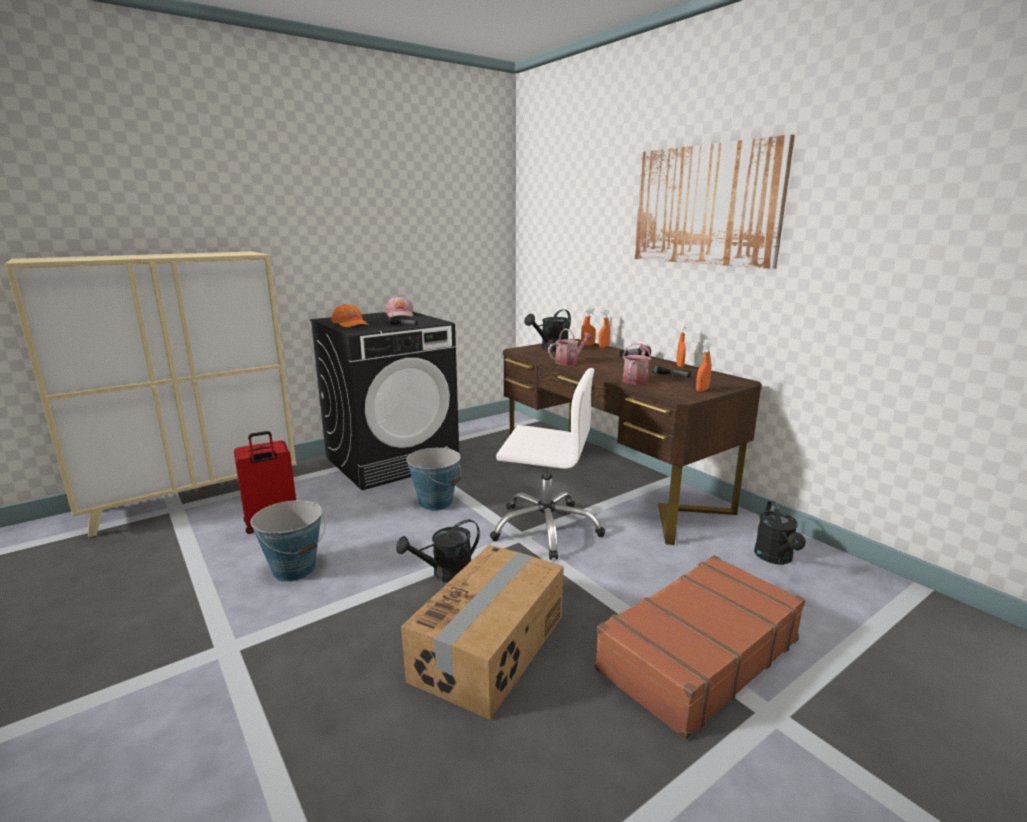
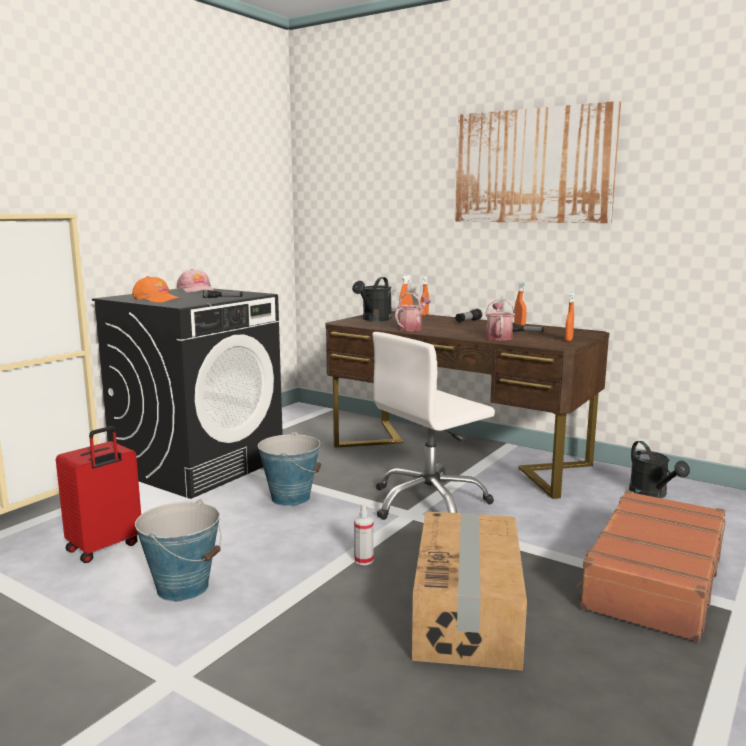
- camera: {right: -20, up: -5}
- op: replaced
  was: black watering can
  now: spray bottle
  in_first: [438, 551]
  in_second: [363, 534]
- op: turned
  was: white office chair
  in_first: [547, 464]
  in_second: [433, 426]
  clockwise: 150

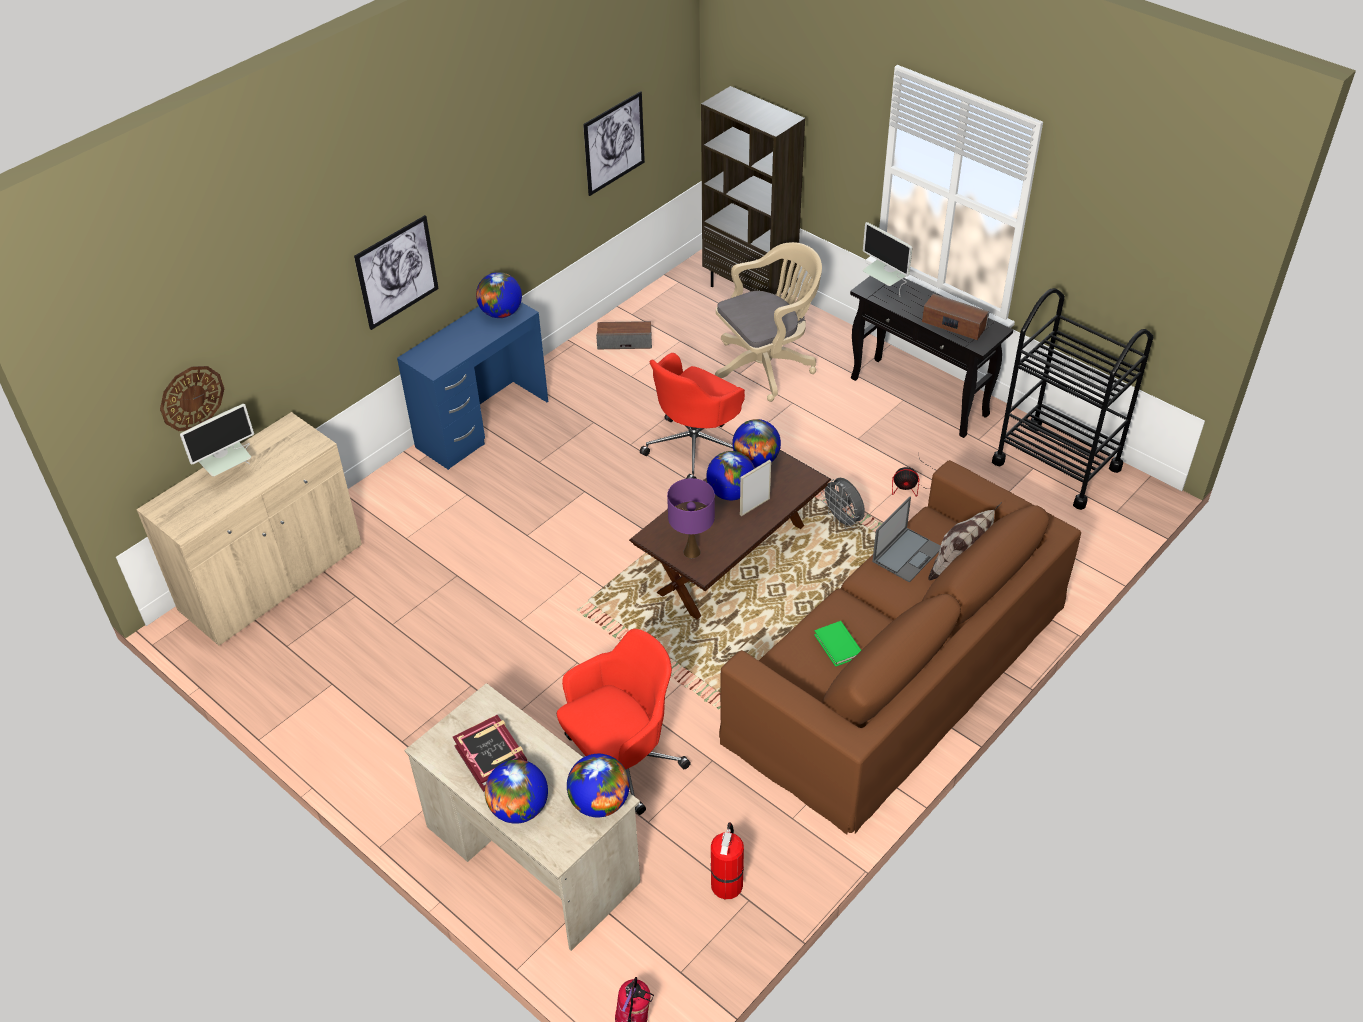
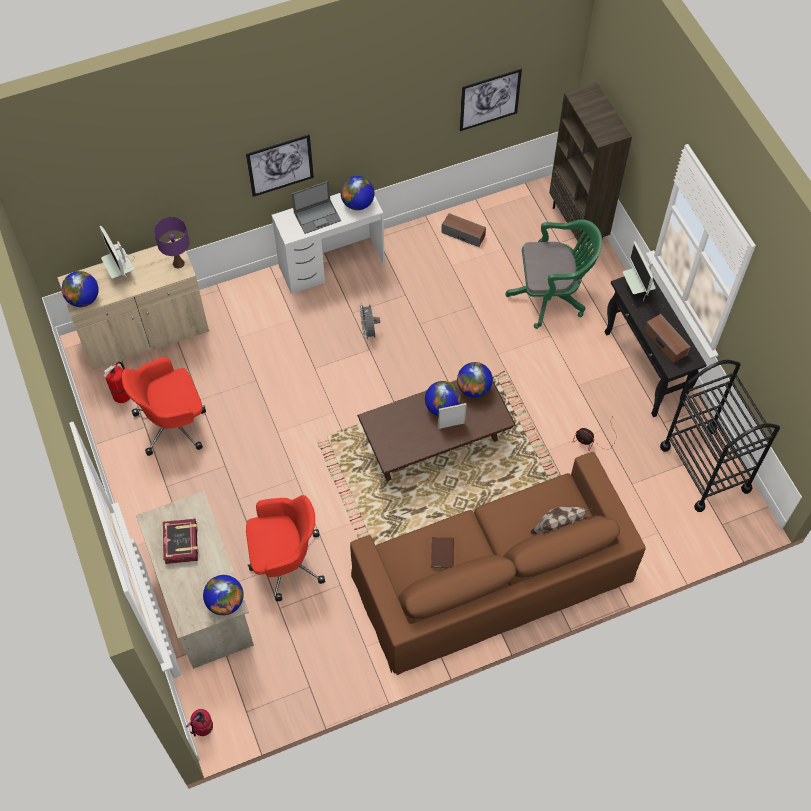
- camera: {right: 25, up: 15}
- op: removed
  was: wall clock
  in_first: [192, 398]
- op: turned
  was: monitor
  in_first: [217, 440]
  in_second: [117, 255]
  clockwise: 75
- op: recoloured
  was: blue desk
  now: white desk
  in_first: [472, 386]
  in_second: [328, 243]
- op: moved
  was: globe
  in_first: [516, 791]
  in_second: [80, 289]
- op: moved
  was: red office chair
  in_first: [692, 416]
  in_second: [164, 406]
- op: moved
  was: purple table lamp
  in_first: [691, 518]
  in_second: [171, 242]
- op: moved
  was: fire extinguisher
  in_first: [727, 860]
  in_second: [116, 382]
- op: recoloured
  was: beige office chair
  now: green office chair
  in_first: [768, 322]
  in_second: [553, 274]
- op: recoloured
  was: green book
  now: brown book
  in_first: [837, 644]
  in_second: [442, 553]
- op: moved
  was: grey fan
  in_first: [843, 503]
  in_second: [370, 322]
- op: moved
  was: laptop
  in_first: [906, 540]
  in_second: [316, 207]

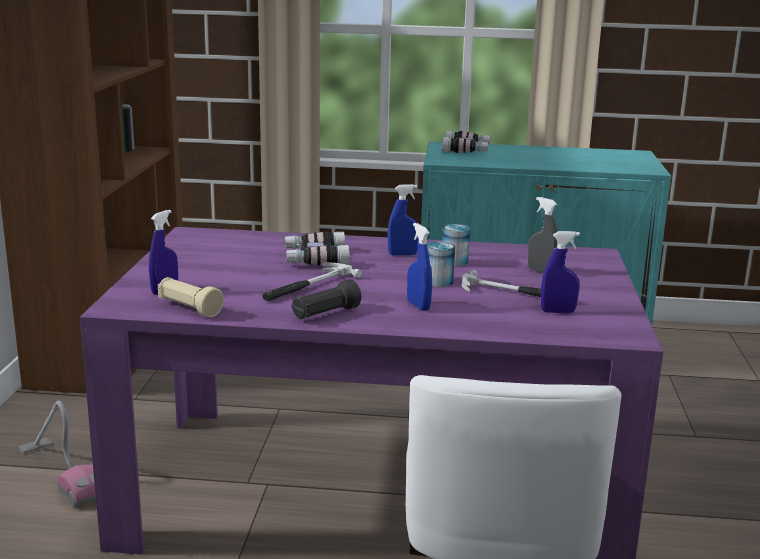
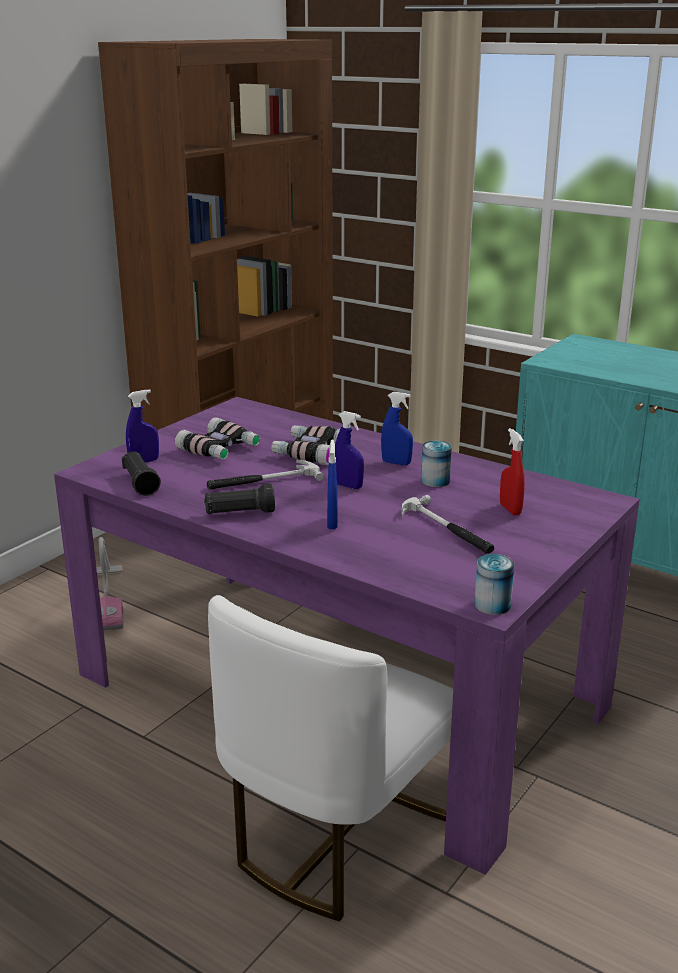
- camera: {right: 30, up: 5}
- op: recoloured
  was: beige flashlight
  now: black flashlight
  in_first: [191, 297]
  in_second: [141, 473]
- op: moved
  was: can
  in_first: [441, 264]
  in_second: [494, 584]
- op: moved
  was: binoculars
  in_first: [466, 142]
  in_second: [217, 438]
- op: recoloured
  was: grey spray bottle
  now: red spray bottle
  in_first: [543, 235]
  in_second: [512, 471]
- op: moved
  was: blue spray bottle
  in_first: [560, 272]
  in_second: [349, 450]

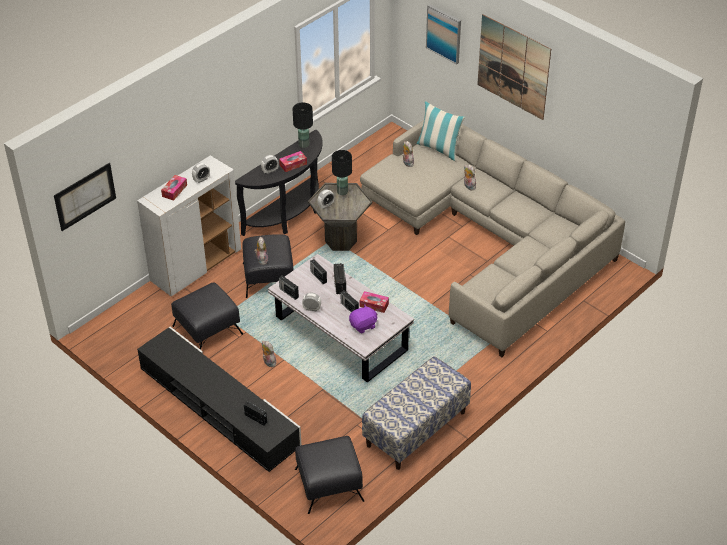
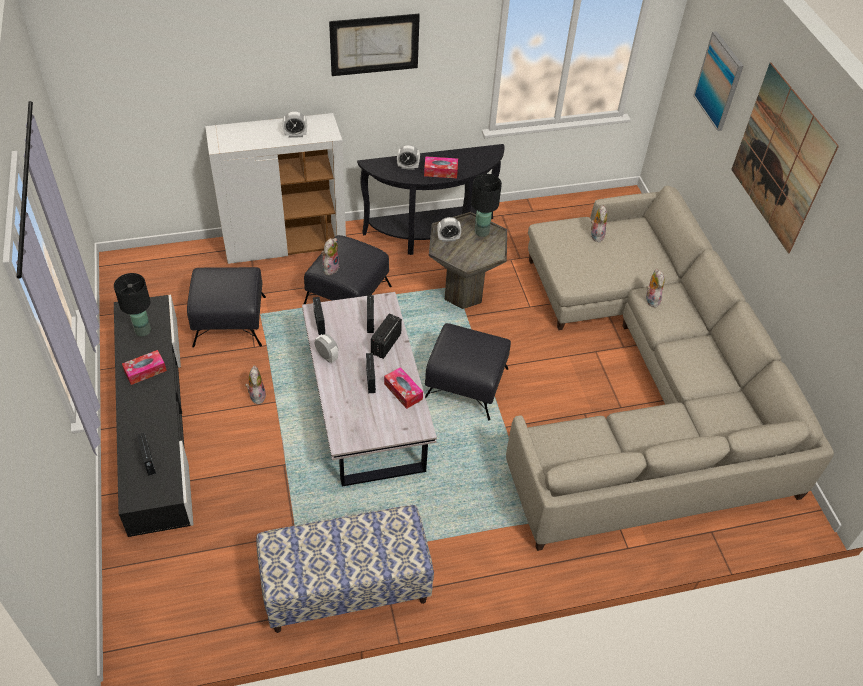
- camera: {right: 30, up: 5}
- op: moved
  was: picture
  in_first: [85, 197]
  in_second: [374, 45]
- op: moved
  was: tissue box
  in_first: [174, 188]
  in_second: [144, 367]
- op: moved
  was: black table lamp
  in_first: [303, 125]
  in_second: [132, 304]
- op: moved
  was: black ottoman
  in_first: [329, 475]
  in_second: [468, 371]
- op: removed
  was: purple plush toy
  in_first: [363, 318]
- op: removed
  was: pillow
  in_first: [441, 131]

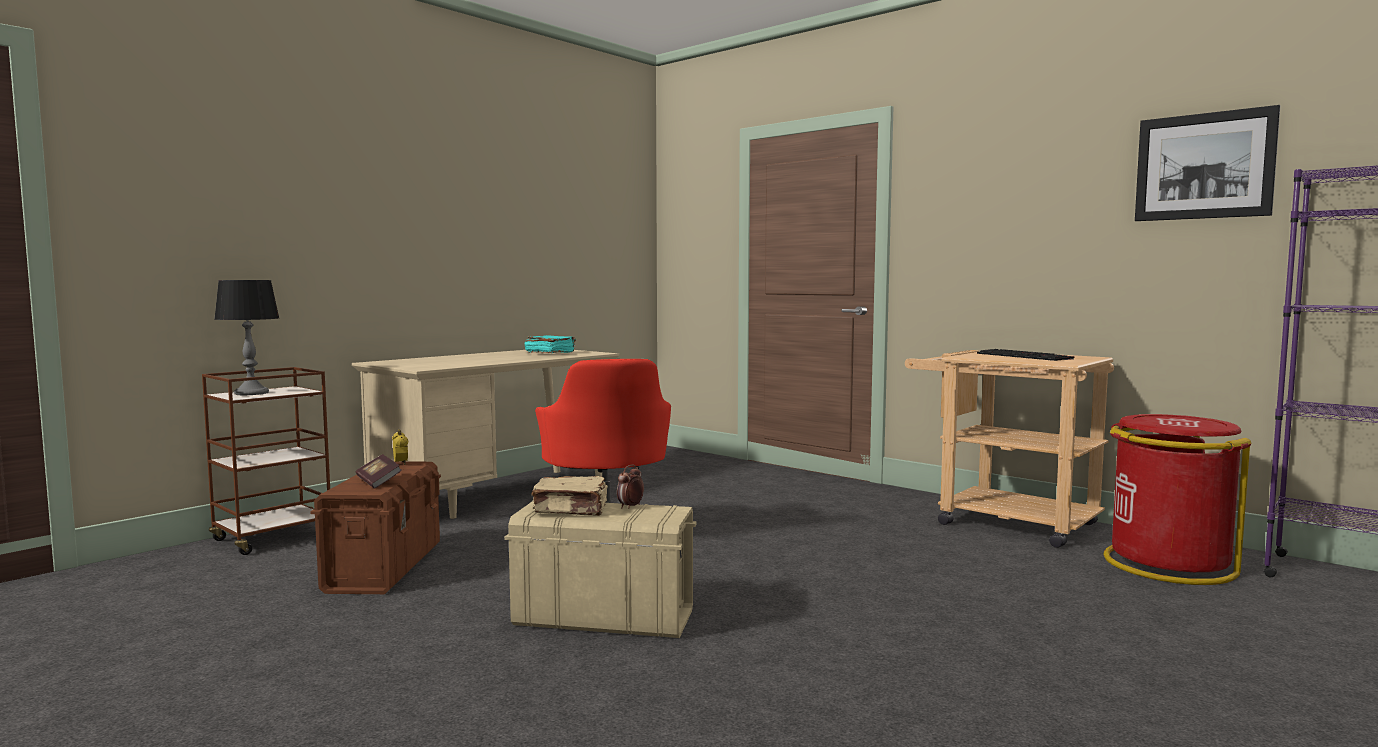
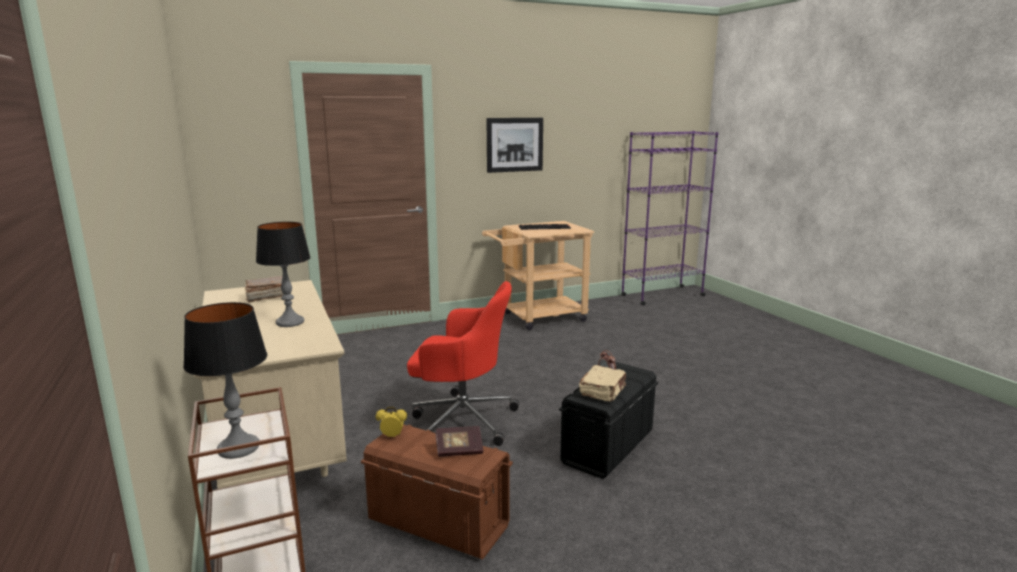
- camera: {right: -65, up: 10}
- op: recoloured
  was: beige storage box
  now: black storage box
  in_first: [600, 569]
  in_second: [608, 420]
- op: recoloured
  was: turquoise book
  now: brown book
  in_first: [550, 344]
  in_second: [264, 289]
- op: removed
  was: red trash can
  in_first: [1178, 499]
- op: moved
  was: picture
  in_first: [1207, 163]
  in_second: [515, 145]
- op: added
  now: table lamp
  in_second: [283, 274]

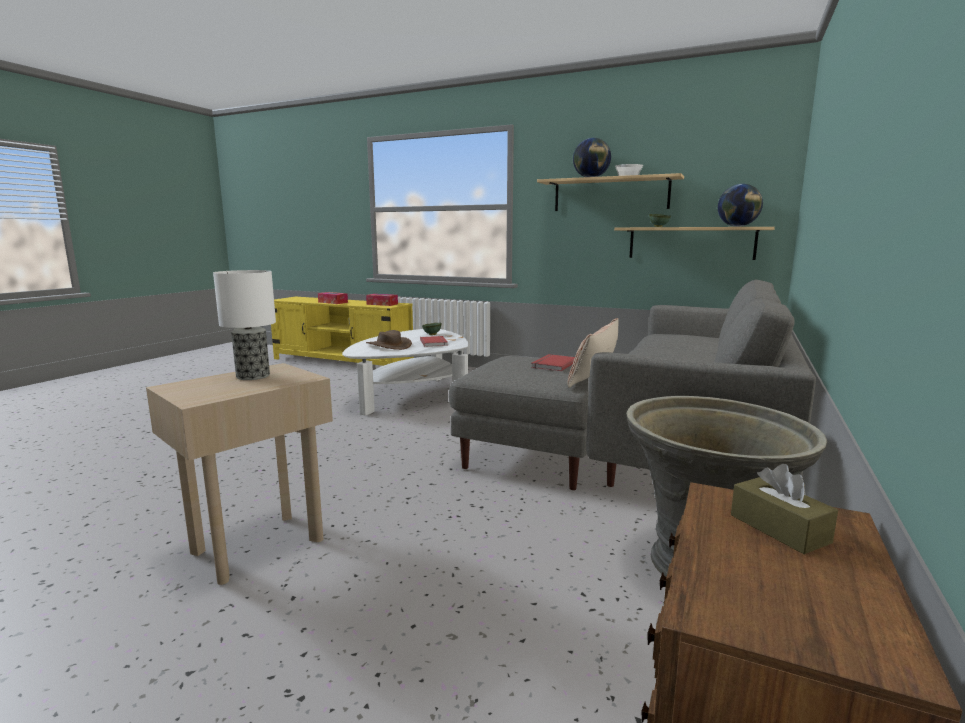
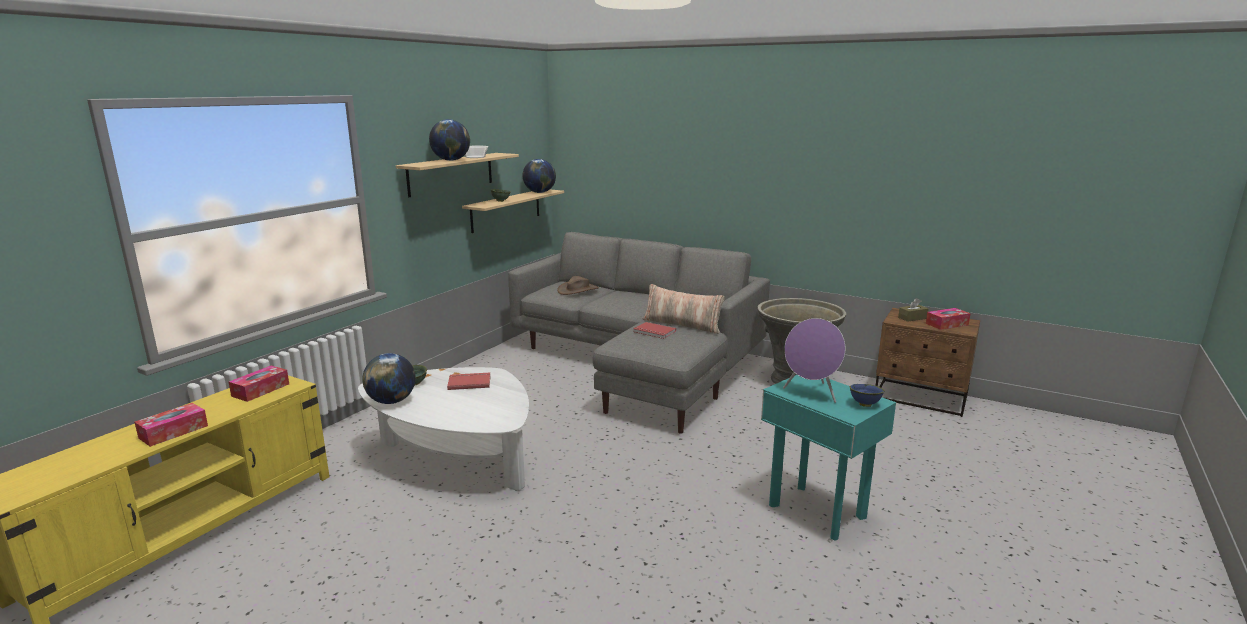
- camera: {right: -85, up: 5}
- op: recoloured
  was: beige side table
  now: turquoise side table
  in_first: [239, 474]
  in_second: [828, 457]
- op: replaced
  was: table lamp
  now: purple speaker
  in_first: [244, 325]
  in_second: [814, 360]
- op: moved
  was: brown hat
  in_first: [389, 340]
  in_second: [578, 285]
- op: added
  now: globe
  in_second: [389, 378]
- op: added
  now: blue bowl
  in_second: [867, 395]
- op: added
  now: tissue box
  in_second: [948, 319]

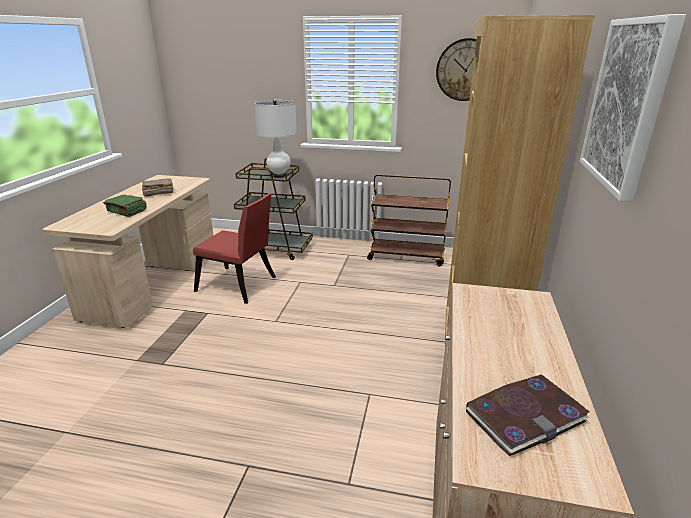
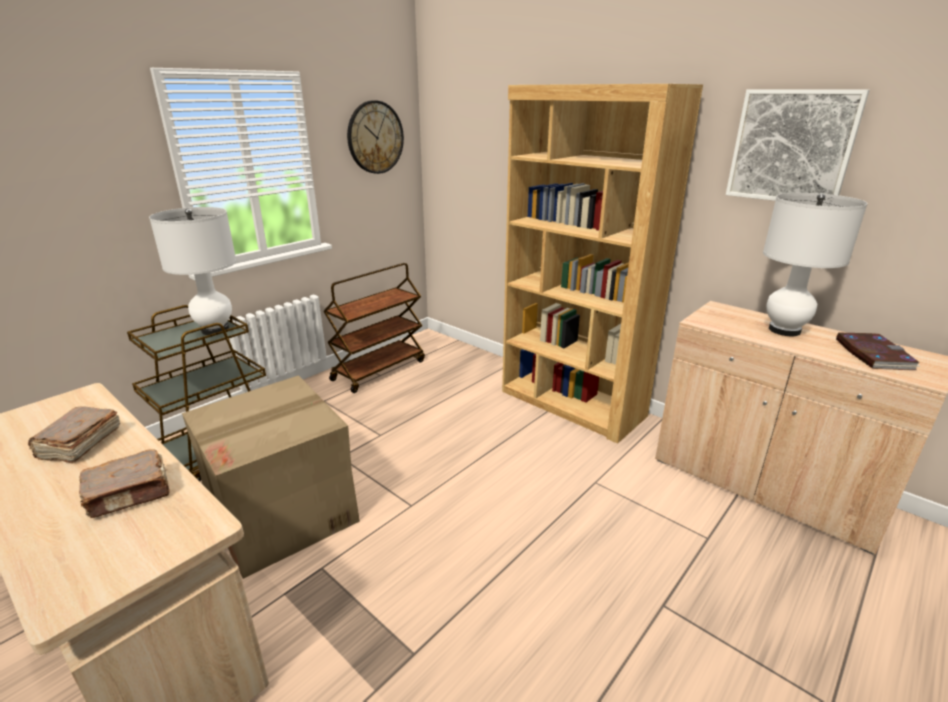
- camera: {right: -60, up: 0}
- op: recoloured
  was: green book
  now: brown book
  in_first: [125, 205]
  in_second: [124, 483]
- op: replaced
  was: red chair
  now: cardboard box
  in_first: [234, 248]
  in_second: [271, 477]
- op: added
  now: white table lamp
  in_second: [815, 264]

